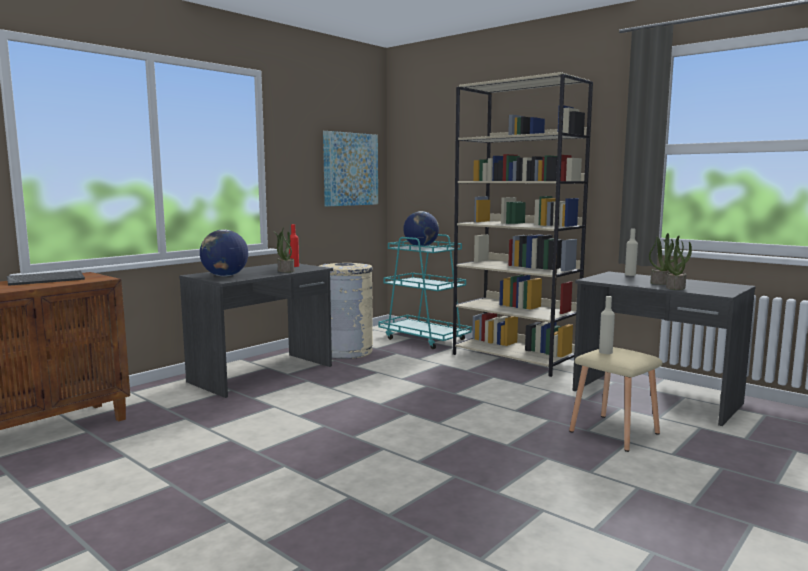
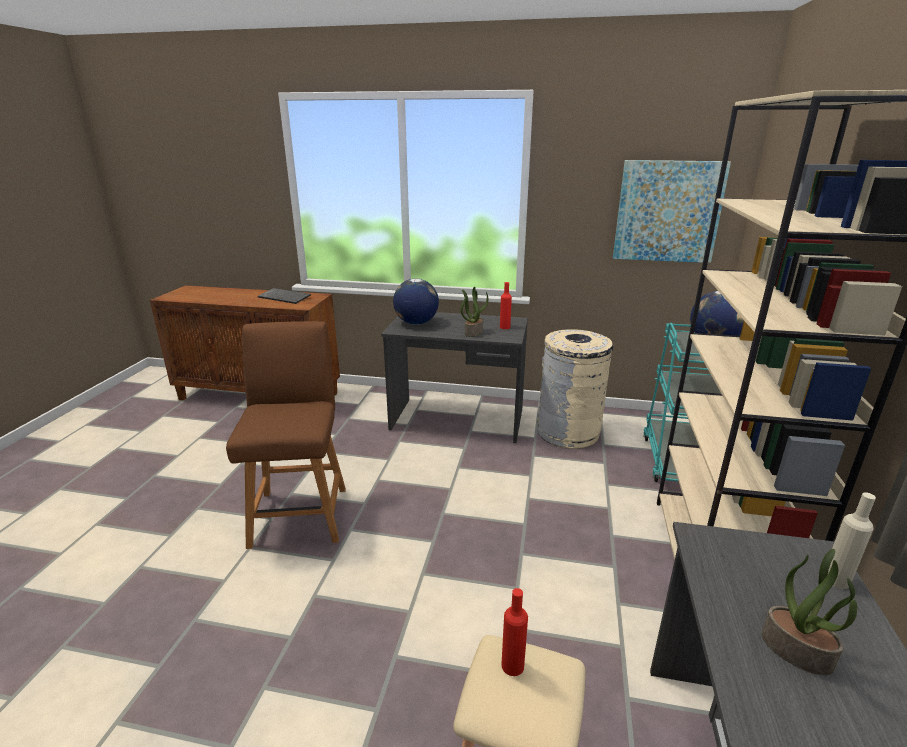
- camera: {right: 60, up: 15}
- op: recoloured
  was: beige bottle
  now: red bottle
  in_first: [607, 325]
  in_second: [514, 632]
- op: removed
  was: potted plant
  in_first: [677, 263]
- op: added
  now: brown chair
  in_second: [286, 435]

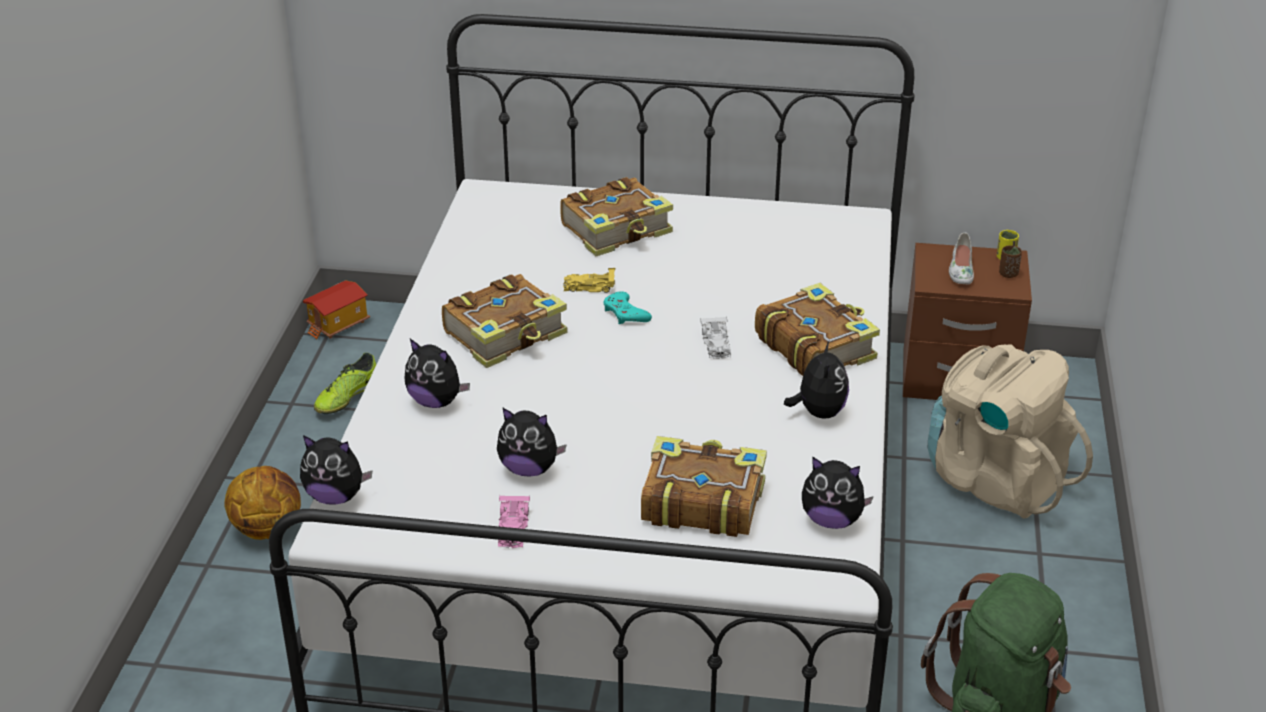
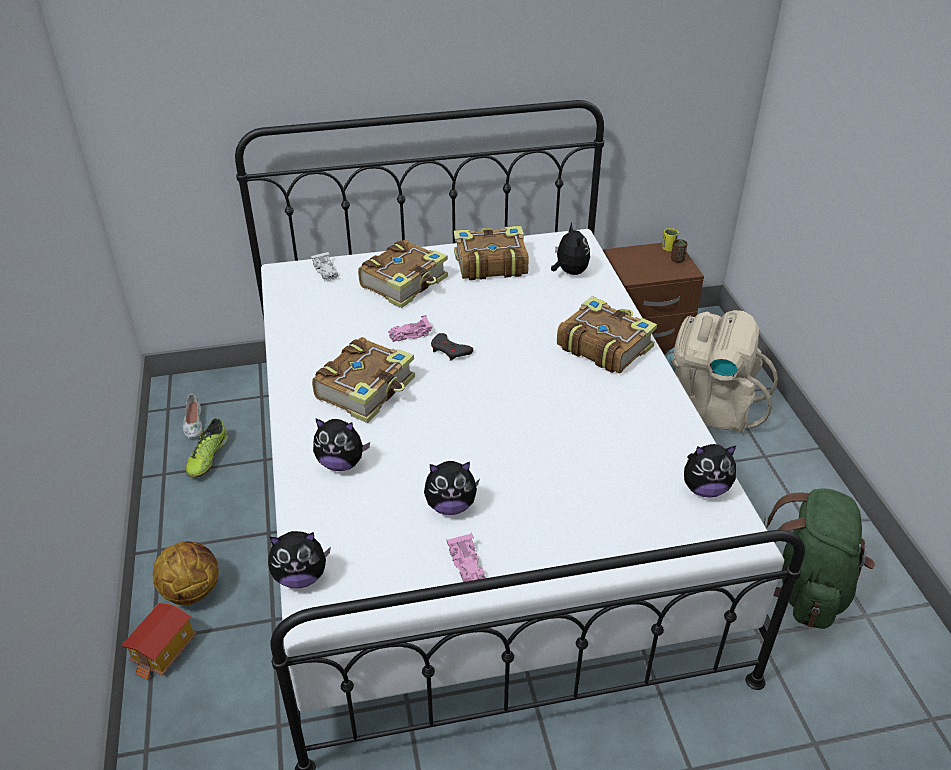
- camera: {right: -20, up: 5}
- op: moved
  was: toy house
  in_first: [336, 309]
  in_second: [159, 641]
- op: recoloured
  was: yellow toy car
  now: pink toy car
  in_first: [589, 280]
  in_second: [410, 328]
- op: recoloured
  was: turquoise game controller
  now: grey game controller
  in_first: [628, 307]
  in_second: [452, 347]
- op: moved
  was: book
  in_first: [704, 486]
  in_second: [491, 253]
- op: moved
  was: white toy car
  in_first: [715, 337]
  in_second: [324, 266]
- op: moved
  was: plush toy
  in_first: [816, 380]
  in_second: [570, 249]
- op: moved
  was: white shoe
  in_first: [961, 259]
  in_second: [192, 416]

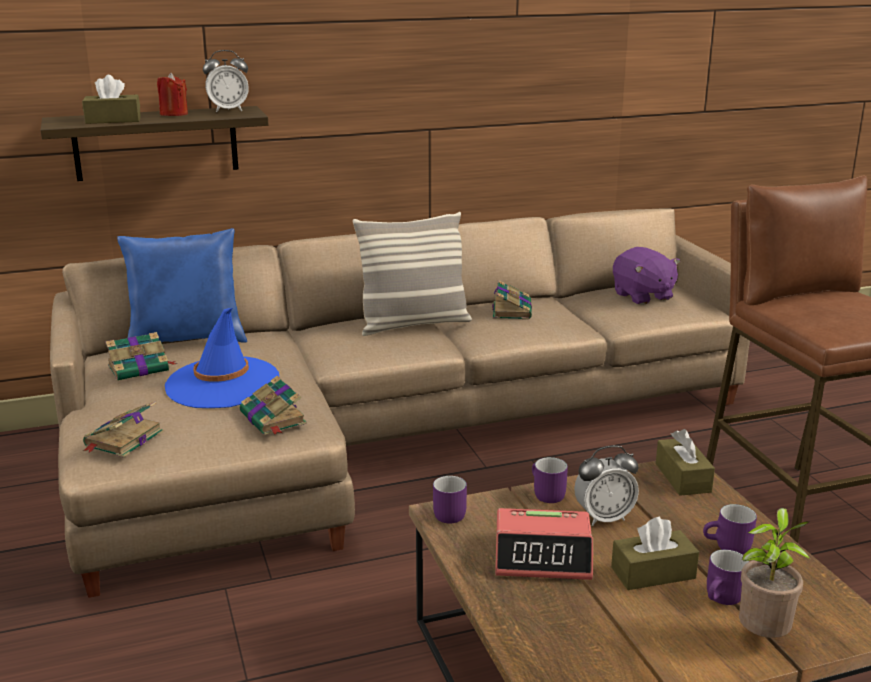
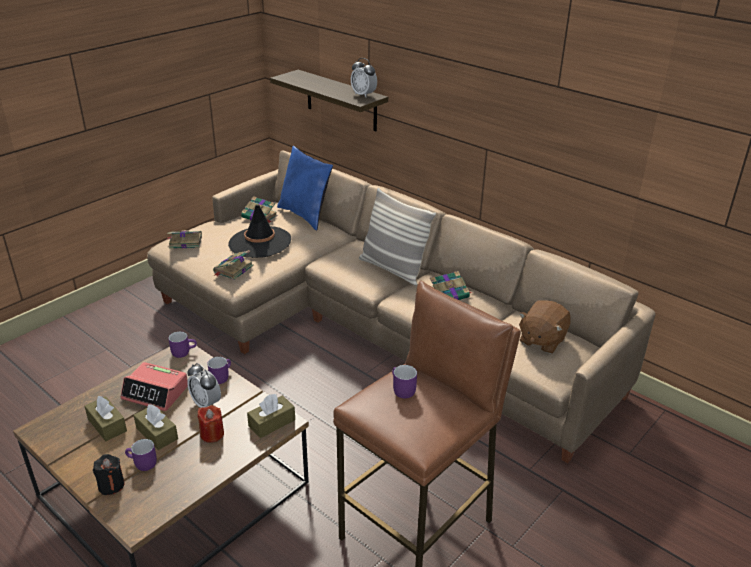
- camera: {right: 60, up: 10}
- op: moved
  was: brown tissue box
  in_first: [111, 99]
  in_second: [105, 418]
- op: moved
  was: red candle
  in_first: [172, 94]
  in_second: [211, 424]
- op: recoloured
  was: blue hat
  now: black hat
  in_first: [222, 358]
  in_second: [259, 231]
- op: turned
  was: alarm clock
  in_first: [544, 544]
  in_second: [154, 386]
  clockwise: -45
- op: recoloured
  was: purple plush toy
  now: brown plush toy
  in_first: [646, 276]
  in_second: [545, 327]
- op: moved
  was: purple mug
  in_first: [730, 529]
  in_second: [404, 381]
- op: replaced
  was: potted plant
  now: black candle
  in_first: [774, 573]
  in_second: [109, 474]

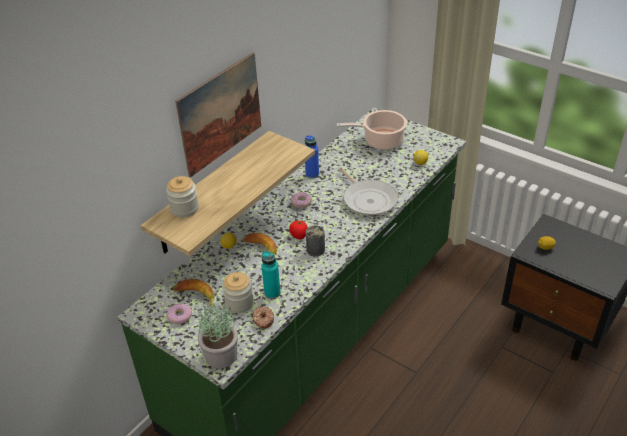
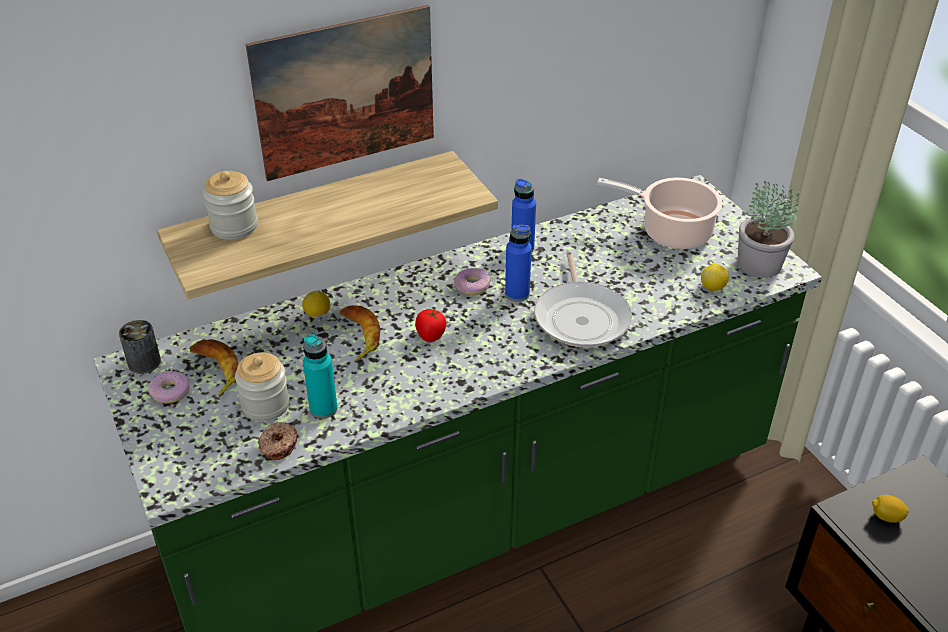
- camera: {right: 25, up: 0}
- op: moved
  was: potted plant
  in_first: [218, 336]
  in_second: [769, 229]
- op: moved
  was: can
  in_first: [315, 241]
  in_second: [140, 347]
- op: added
  now: blue bottle
  in_second: [518, 262]

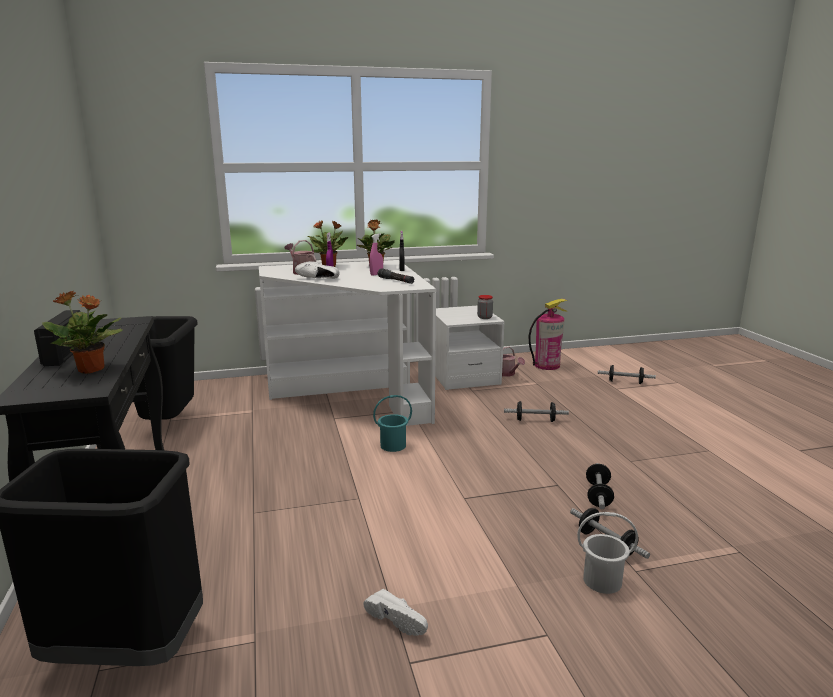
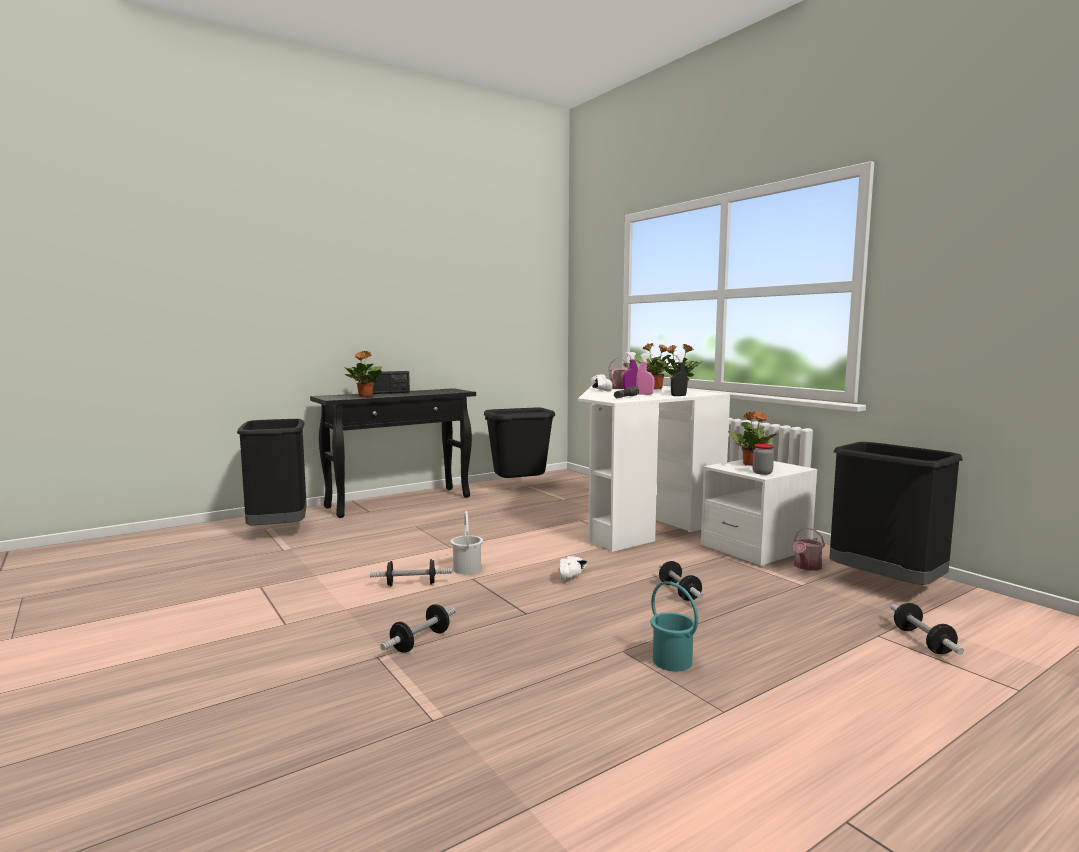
- camera: {right: 70, up: -10}
- op: moved
  was: white shoe
  in_first: [396, 612]
  in_second: [574, 568]
- op: moved
  was: turquoise bucket
  in_first: [392, 423]
  in_second: [674, 626]
- op: replaced
  was: fire extinguisher
  now: black trash can
  in_first: [548, 334]
  in_second: [896, 513]
- op: moved
  was: white bucket
  in_first: [607, 553]
  in_second: [466, 542]
- op: moved
  was: dumbbell
  in_first: [600, 486]
  in_second: [411, 572]
- op: added
  now: potted plant
  in_second: [752, 439]

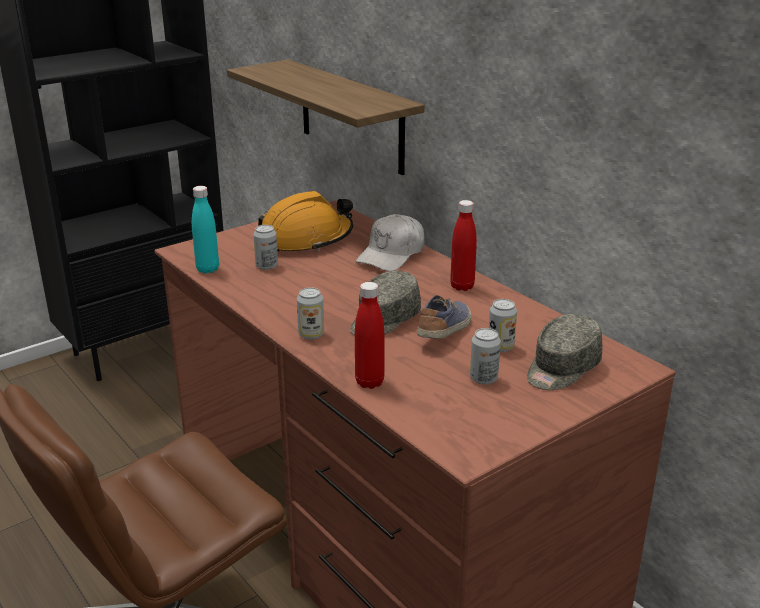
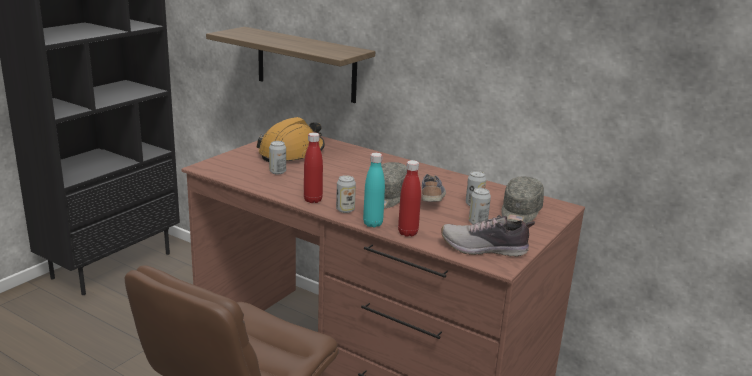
- camera: {right: -20, up: -5}
- op: moved
  was: turquoise bottle
  in_first: [205, 230]
  in_second: [374, 190]
- op: removed
  was: white cap
  in_first: [390, 242]
- op: moved
  was: red bottle
  in_first: [463, 245]
  in_second: [313, 168]
- op: added
  now: shoe
  in_second: [488, 236]

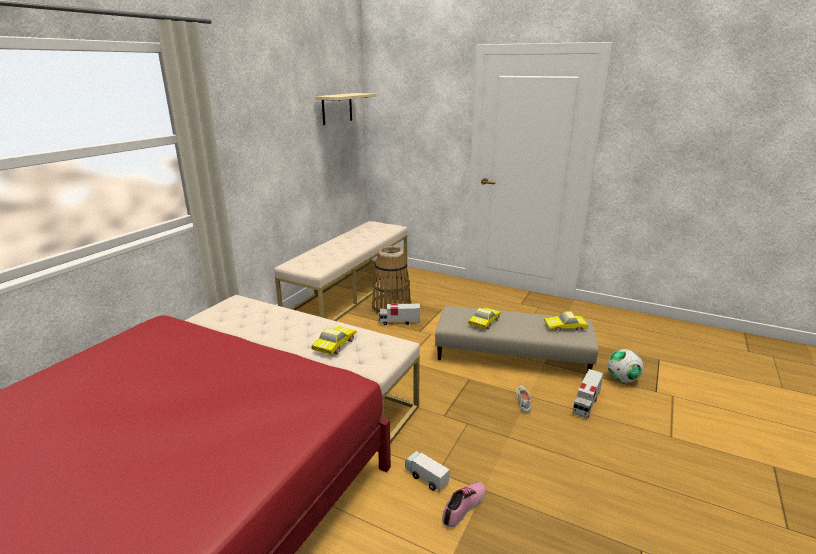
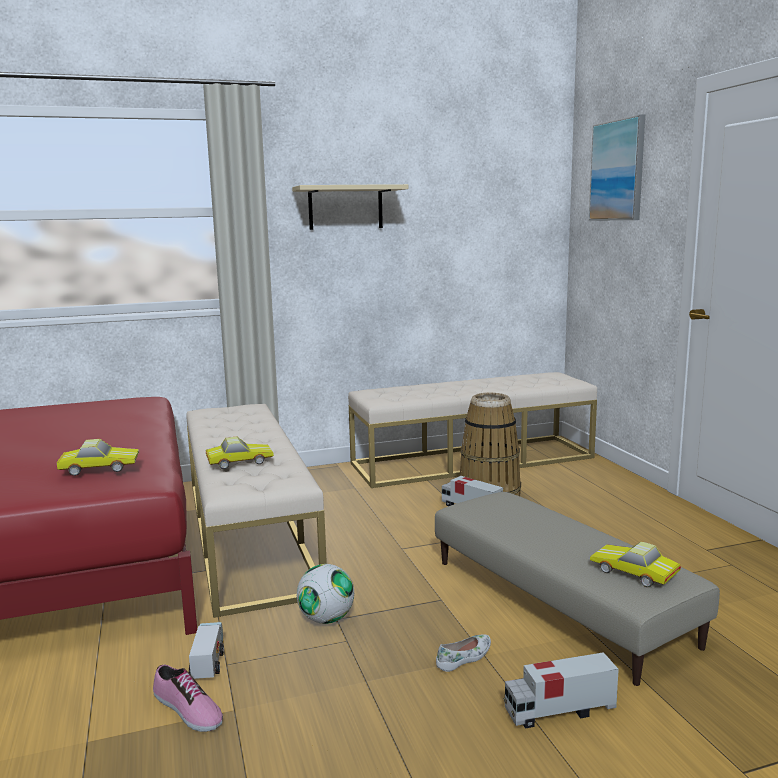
- camera: {right: 45, up: -10}
- op: moved
  was: beige shelf
  in_first: [346, 109]
  in_second: [350, 207]
- op: turned
  was: shoe
  in_first: [464, 505]
  in_second: [188, 698]
  clockwise: 45
- op: moved
  was: toy car
  in_first: [484, 318]
  in_second: [98, 457]
- op: moved
  was: football
  in_first: [625, 365]
  in_second: [325, 594]
- op: added
  now: picture
  in_second: [617, 167]

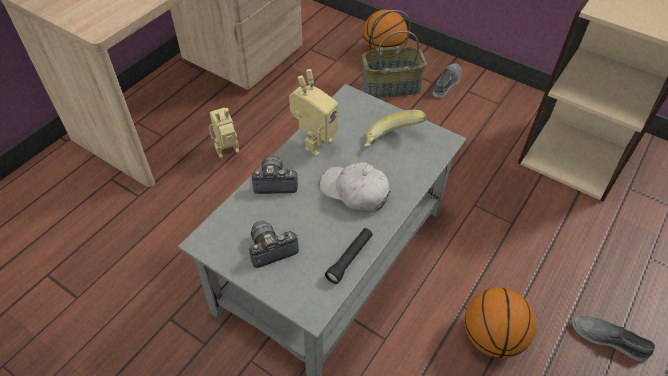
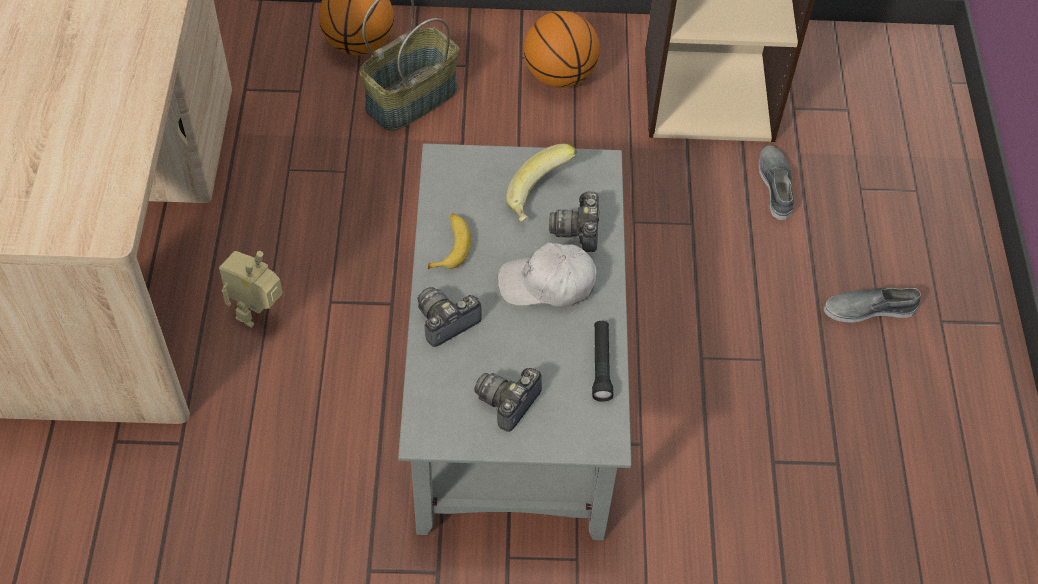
- camera: {right: -35, up: 5}
- op: replaced
  was: toy robot
  now: banana
  in_first: [313, 112]
  in_second: [449, 241]
- op: moved
  was: grey shoe
  in_first: [447, 80]
  in_second: [776, 183]
- op: moved
  was: basketball
  in_first: [500, 322]
  in_second: [561, 49]
- op: added
  now: photo camera
  in_second: [574, 221]

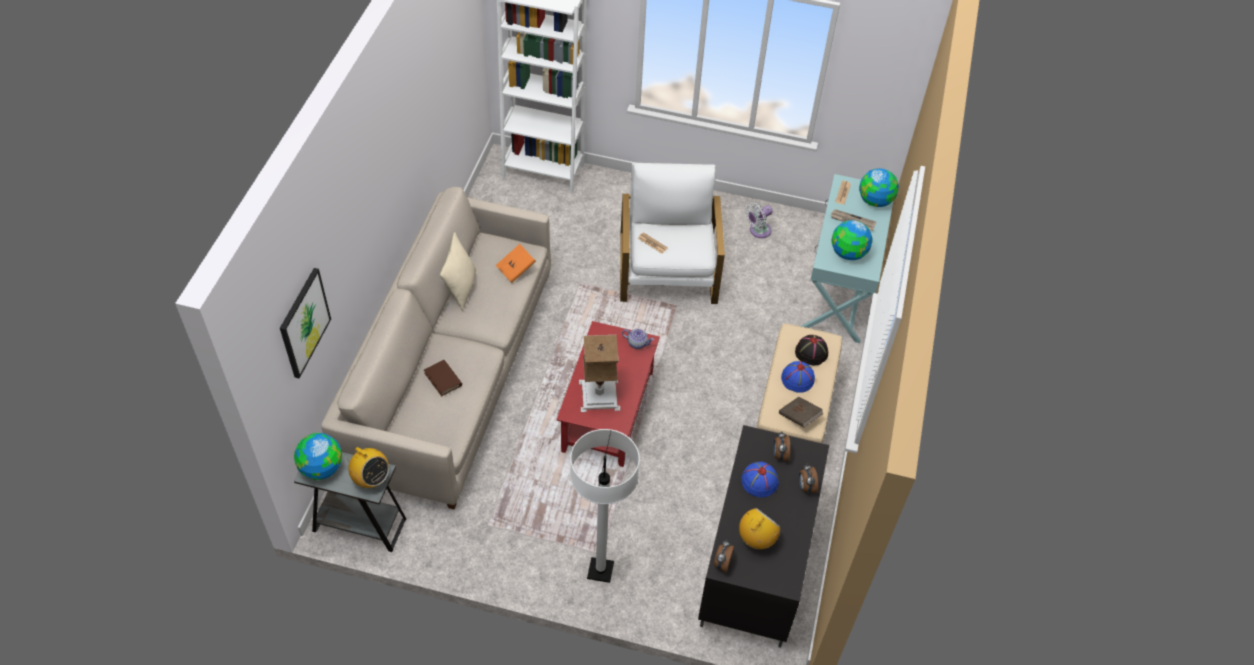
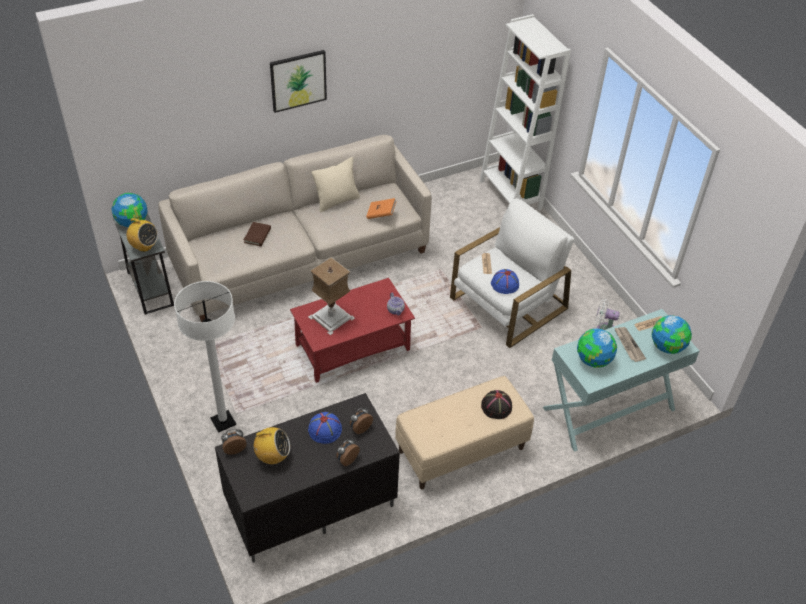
- camera: {right: 50, up: -5}
- op: moved
  was: picture
  in_first: [305, 323]
  in_second: [298, 81]
- op: turned
  was: radio
  in_first: [366, 467]
  in_second: [140, 235]
  clockwise: -60
- op: removed
  was: brown book
  in_first: [801, 412]
- op: moved
  was: blue hat
  in_first: [798, 377]
  in_second: [505, 281]

